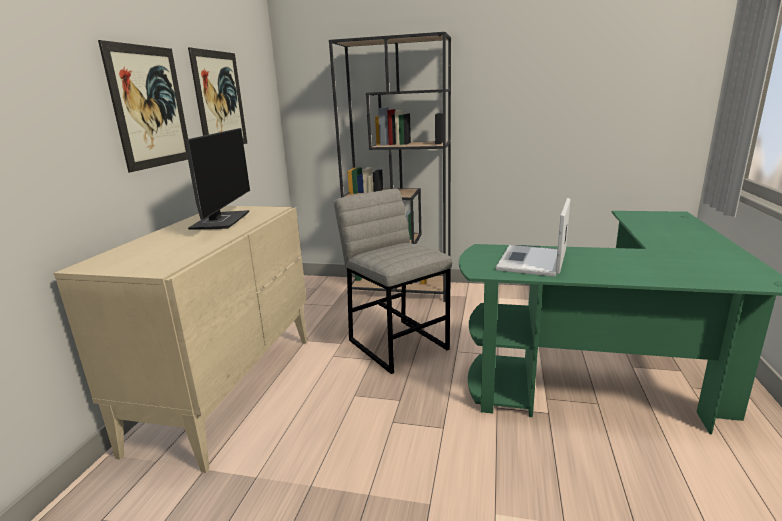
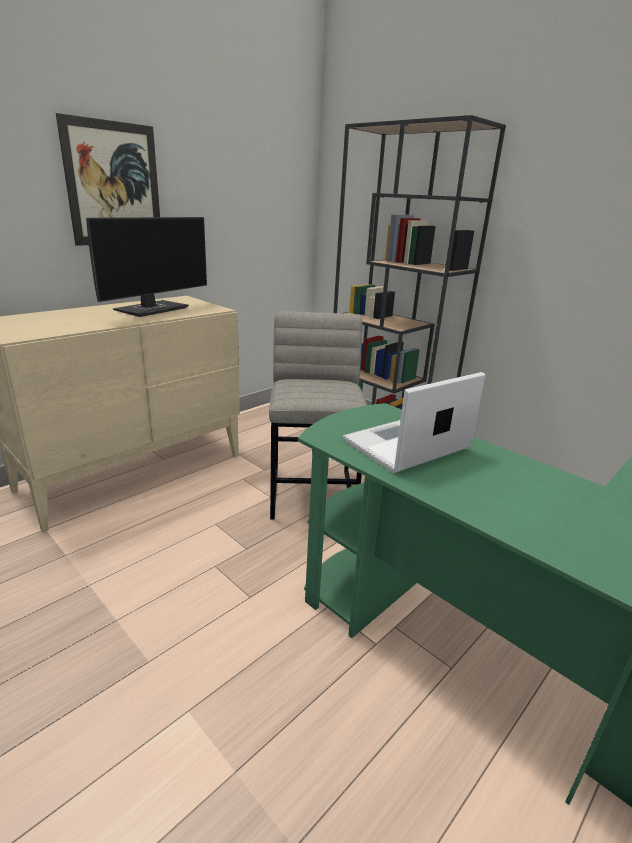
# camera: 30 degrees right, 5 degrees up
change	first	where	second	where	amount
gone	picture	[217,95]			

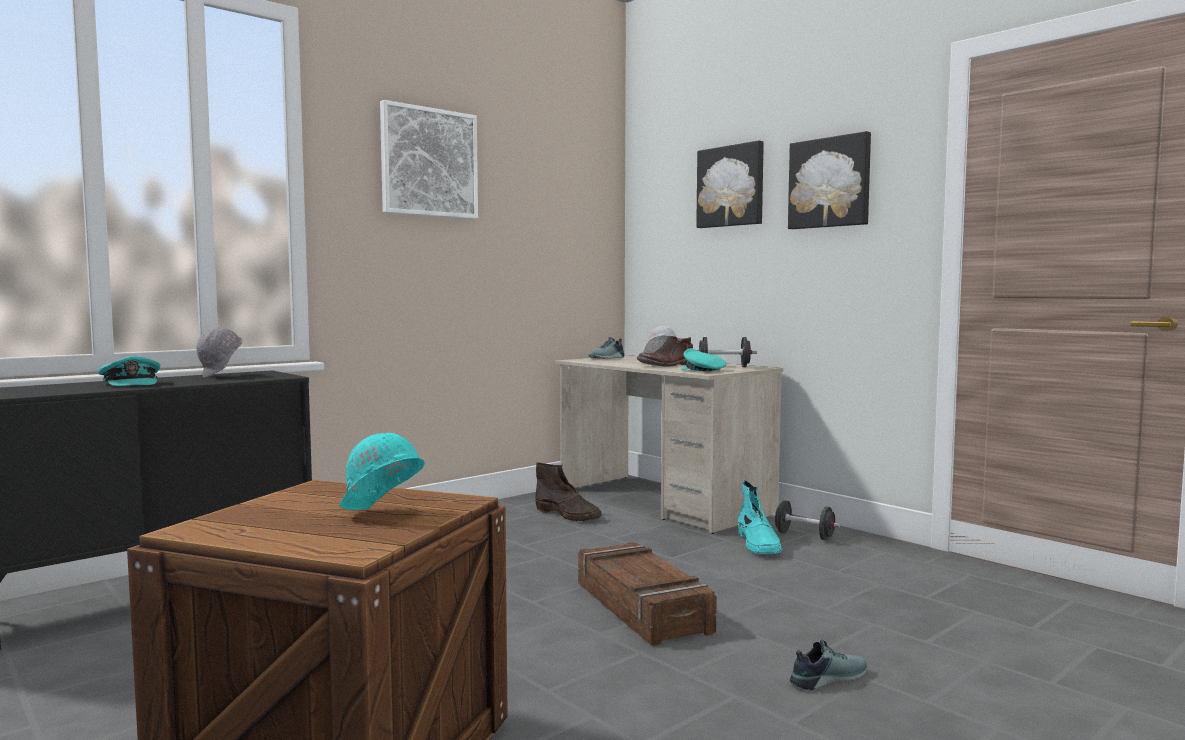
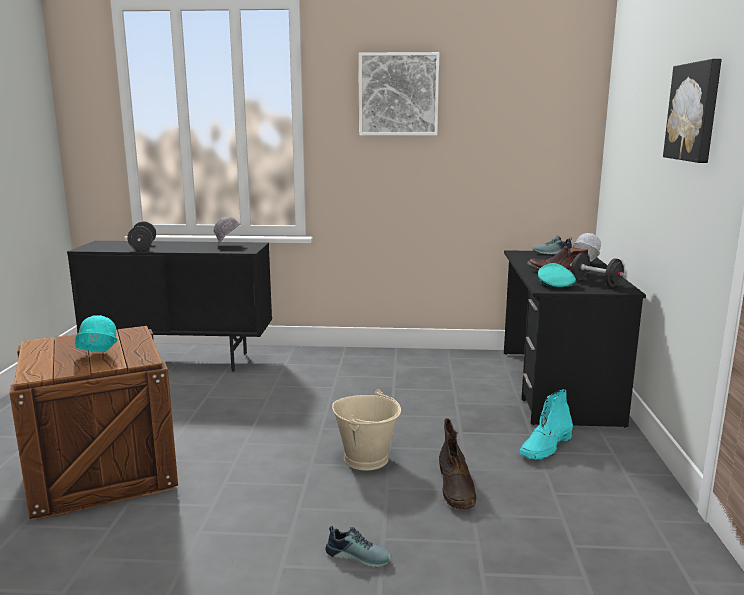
# camera: 45 degrees right, 10 degrees up
change	first	where	second	where	amount
gone	picture	[730,184]			
repainted	sand-coloured desk table	[669,444]	black desk table	[575,339]	
gone	turquoise cap	[129,371]			
shifted	brown-coloured boot	[568,491]		[458,463]	
shifted	black dumbbell	[805,520]		[141,235]	
swapped	crate	[647,594]	sand-coloured bucket	[366,429]	

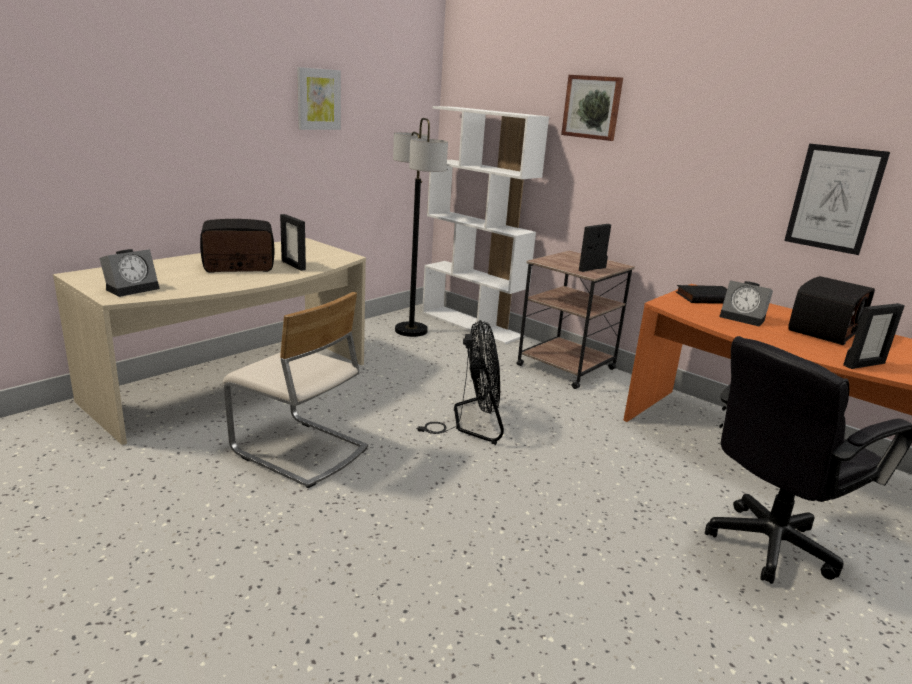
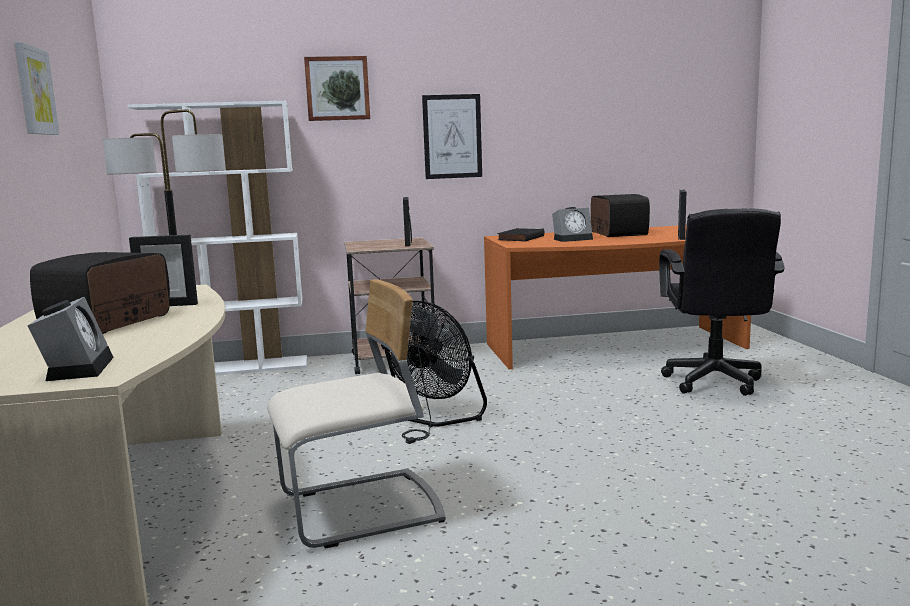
# camera: 50 degrees left, 10 degrees down
change	first	where	second	where	amount
shifted	picture	[837,199]		[452,136]	

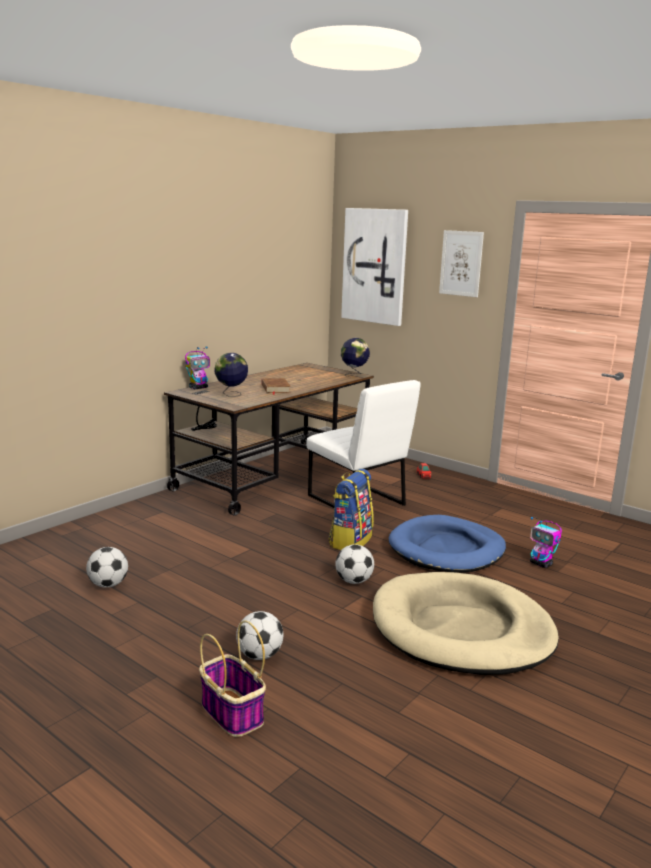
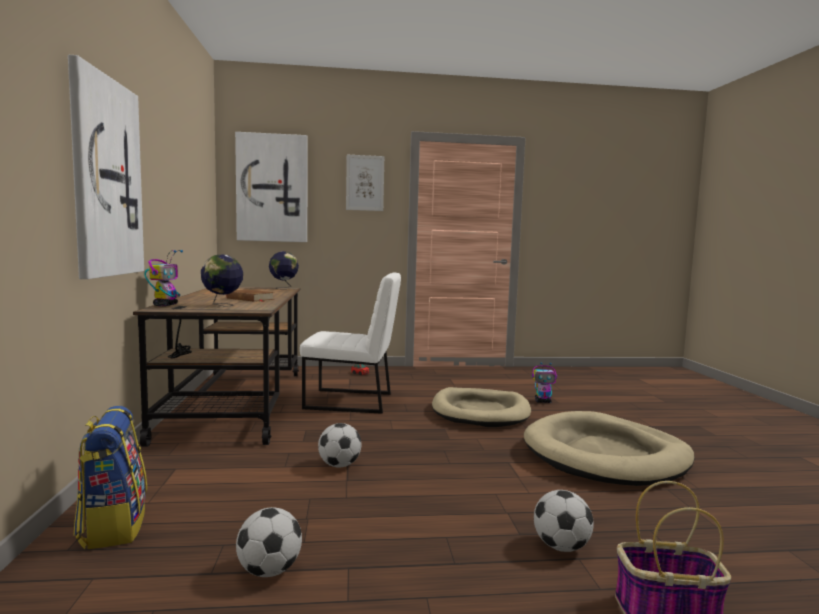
# camera: 45 degrees left, 10 degrees down
change	first	where	second	where	amount
shifted	rucksack	[351,509]		[110,477]	
repainted	bluish dog cushion	[447,543]	sand-coloured dog cushion	[481,407]	
shifted	ball for football	[354,564]		[339,445]	
new			picture	[106,167]	

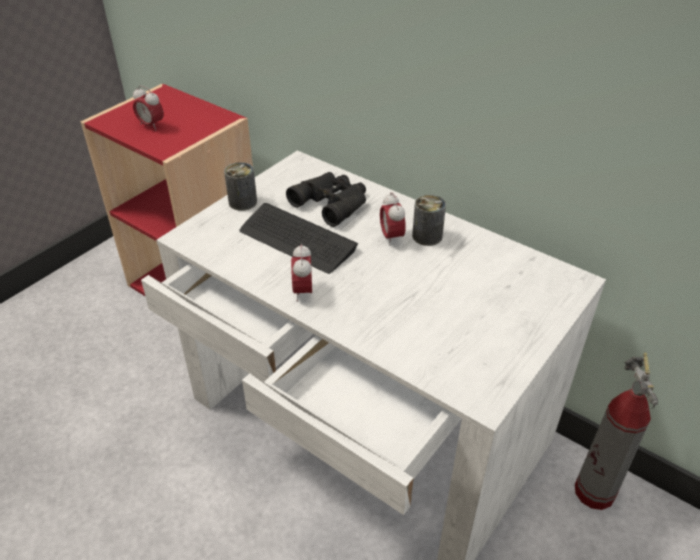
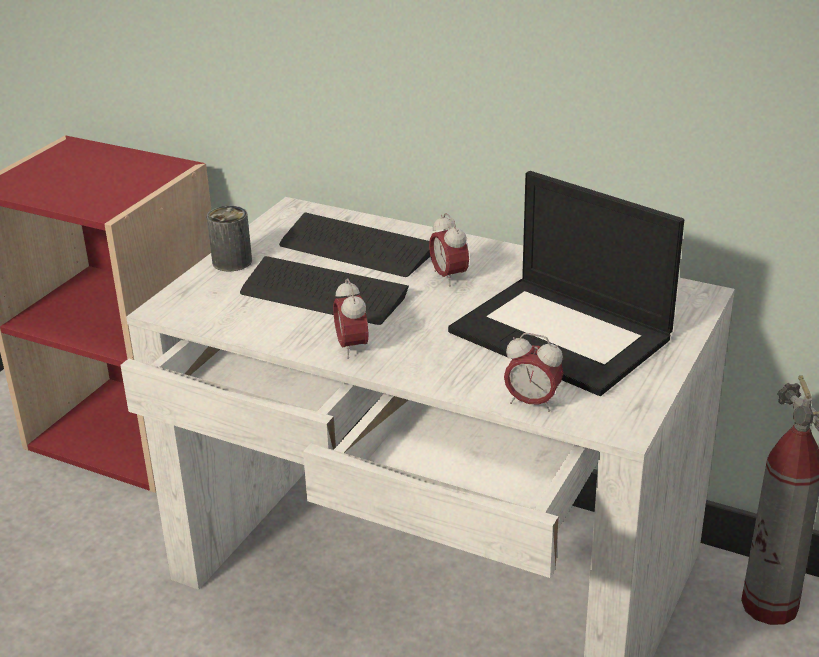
# camera: 10 degrees left, 10 degrees down
change	first	where	second	where	amount
shifted	alarm clock	[148,108]		[533,372]	
swapped	black binoculars	[326,199]	computer keyboard	[354,244]	
gone	metal can	[429,220]			
new			portable computer	[566,283]	

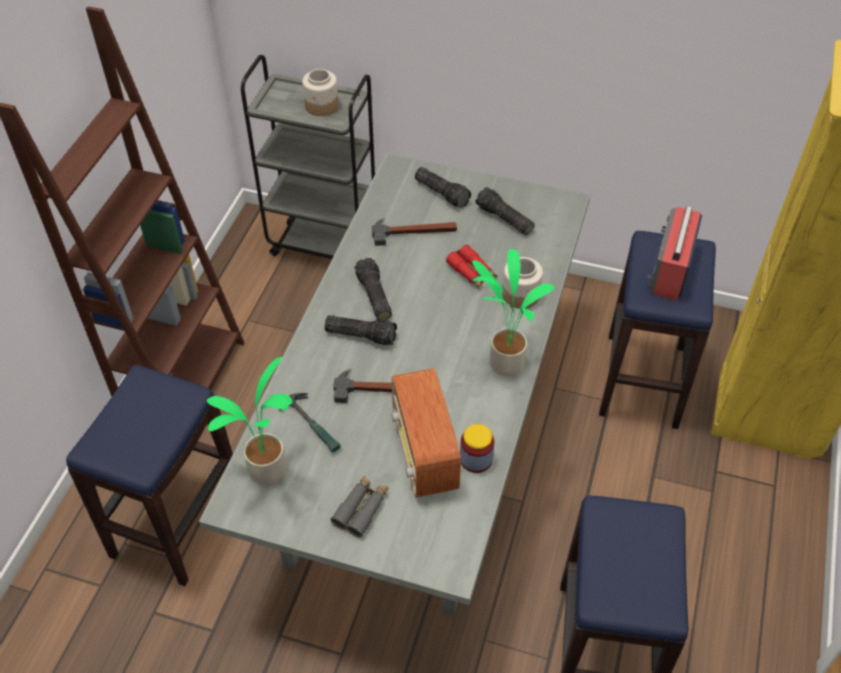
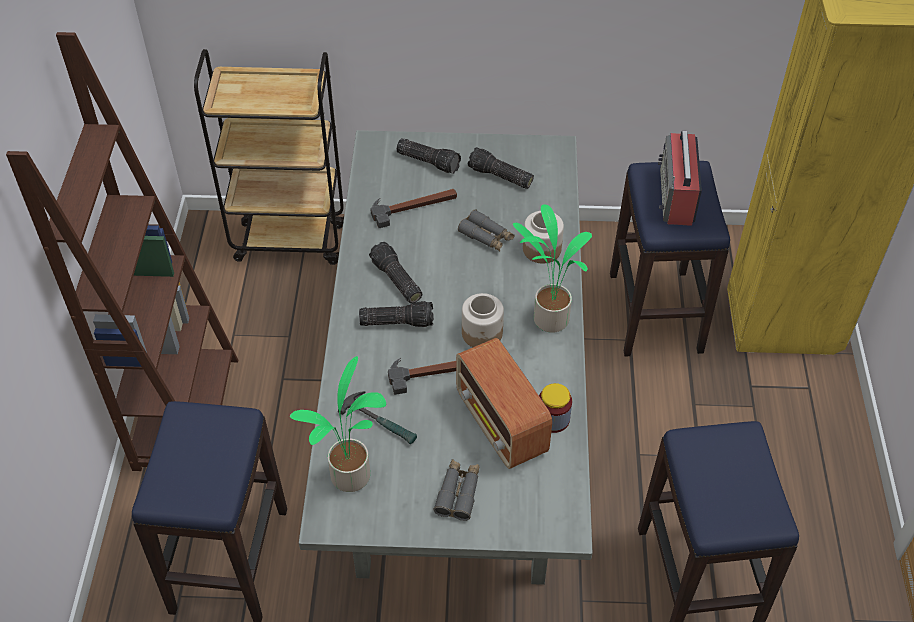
# camera: 15 degrees left, 0 degrees up
change	first	where	second	where	amount
repainted	greyish cart	[308,157]	brown-coloured cart	[269,157]	
shifted	storage jar	[320,92]		[483,320]	
repainted	red-coloured binoculars	[471,267]	greyish binoculars	[486,230]	

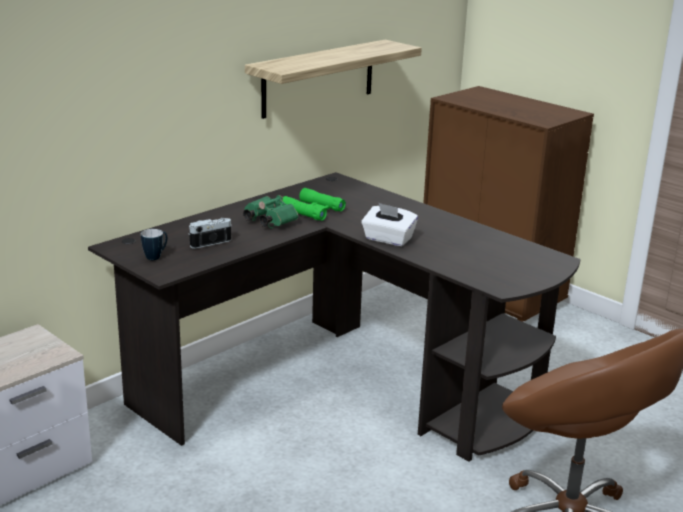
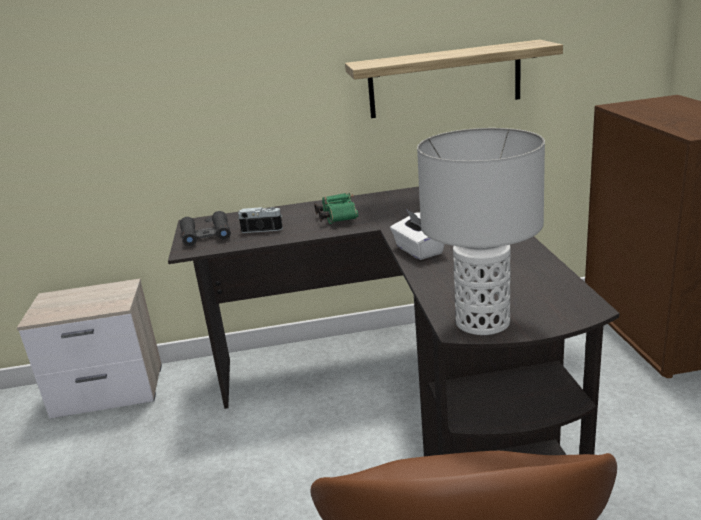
# camera: 40 degrees right, 0 degrees up
change	first	where	second	where	amount
gone	green binoculars	[313,204]			
swapped	mug	[154,244]	black binoculars	[205,228]	
new			whitish table lamp	[481,231]	

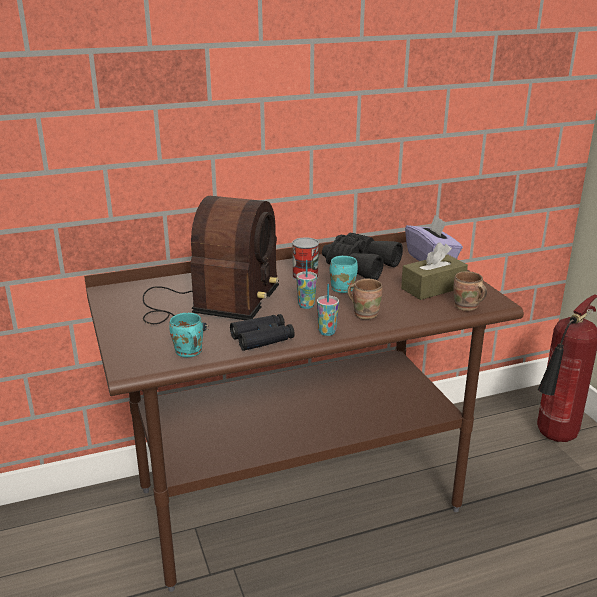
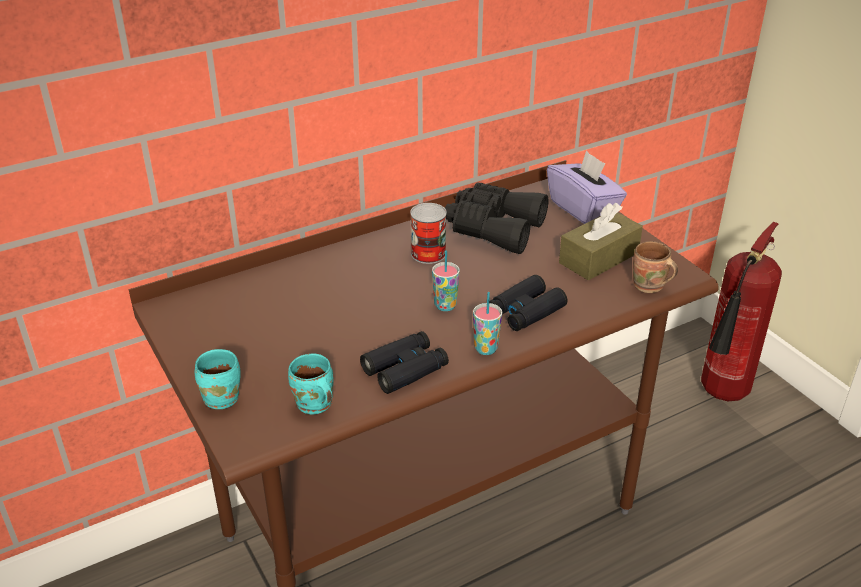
# camera: 10 degrees left, 10 degrees up
change	first	where	second	where	amount
gone	radio	[211,263]			
shifted	turquoise mug	[344,274]		[218,379]	
swapped	brown-coloured mug	[365,298]	black binoculars	[528,303]	

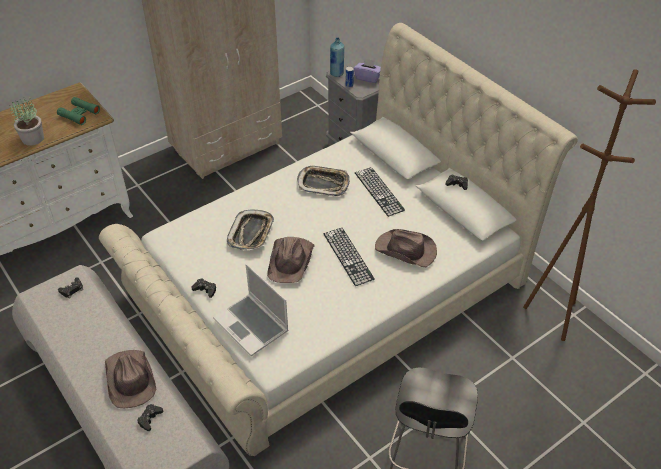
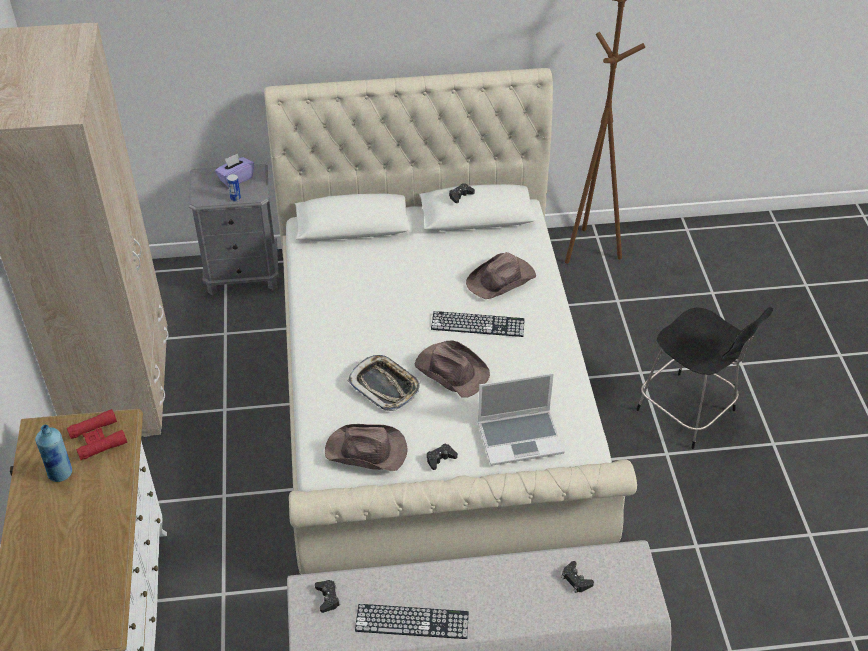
# camera: 60 degrees left, 0 degrees up
change	first	where	second	where	amount
shifted	bluish drink bottle	[337,57]		[53,453]	
repainted	green binoculars	[78,111]	red-coloured binoculars	[97,434]	
gone	houseplant	[27,122]			
gone	serving tray	[323,181]			
shifted	computer keyboard	[380,192]		[412,621]	
shifted	brown-coloured wearable hat	[130,379]		[366,447]	

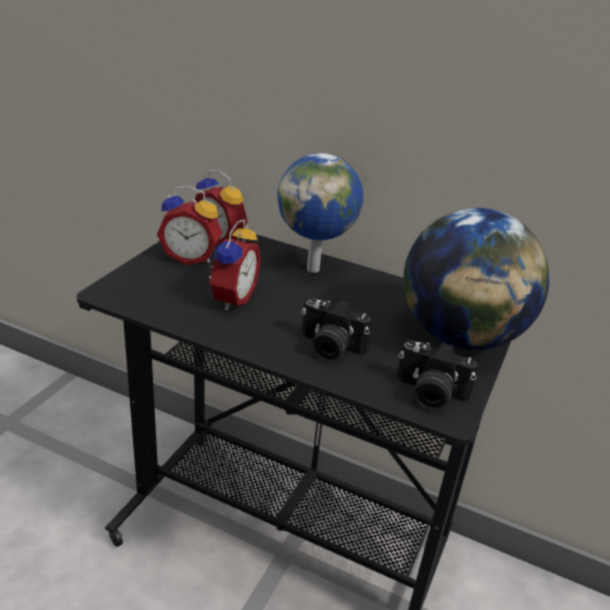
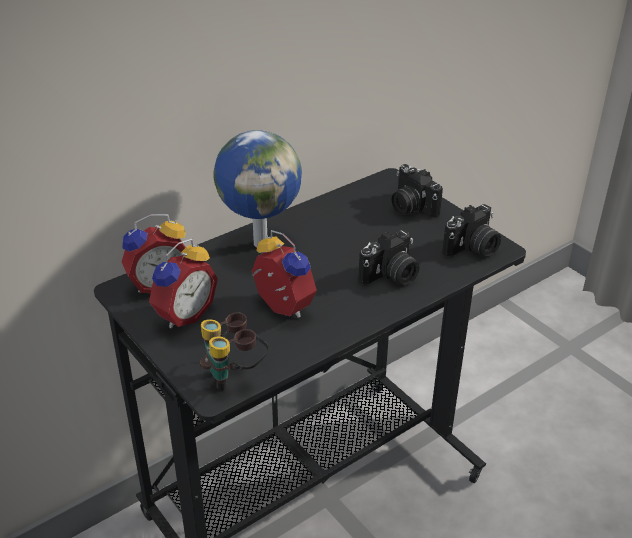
# camera: 60 degrees left, 5 degrees up
change	first	where	second	where	amount
swapped	desk globe	[476,279]	still camera	[417,190]	
new			binoculars	[234,351]	

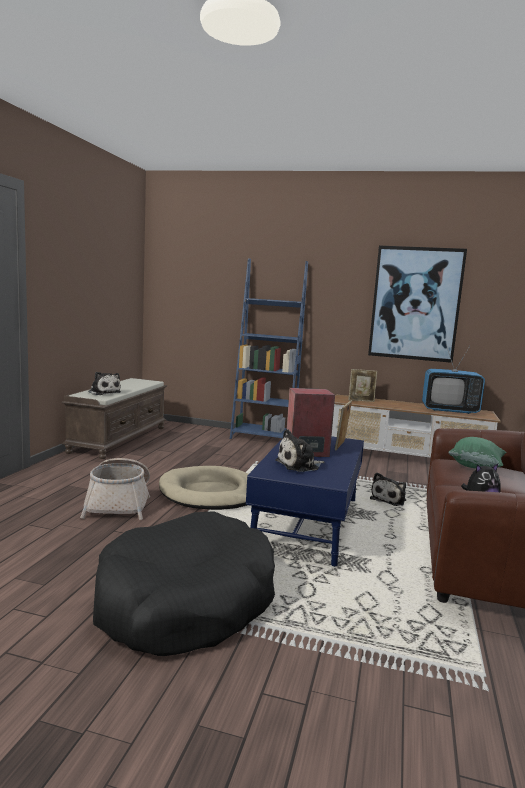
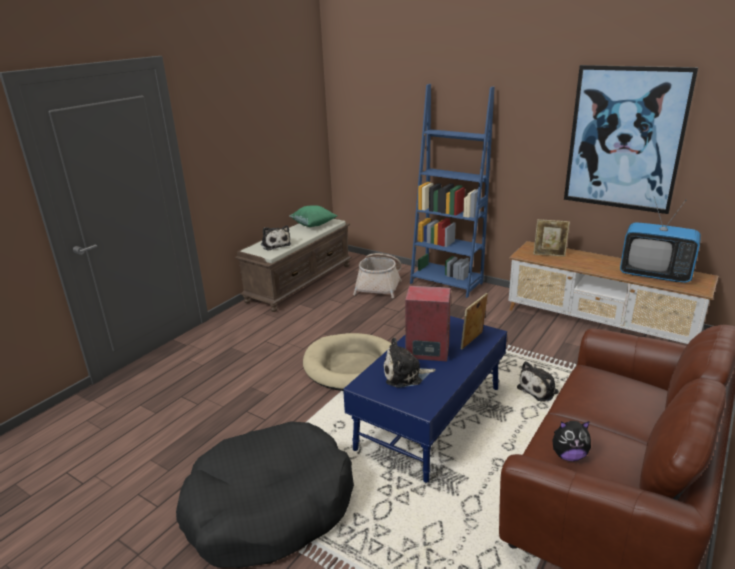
# camera: 20 degrees right, 15 degrees up
change	first	where	second	where	amount
shifted	green pillow	[477,453]		[314,216]	
shifted	basket	[115,489]		[377,275]	

